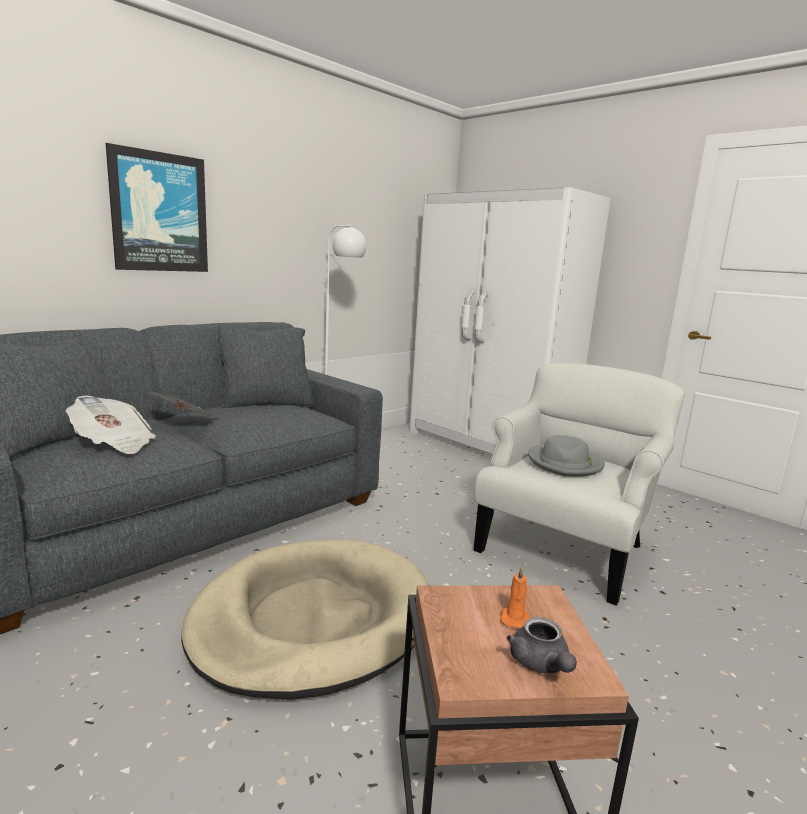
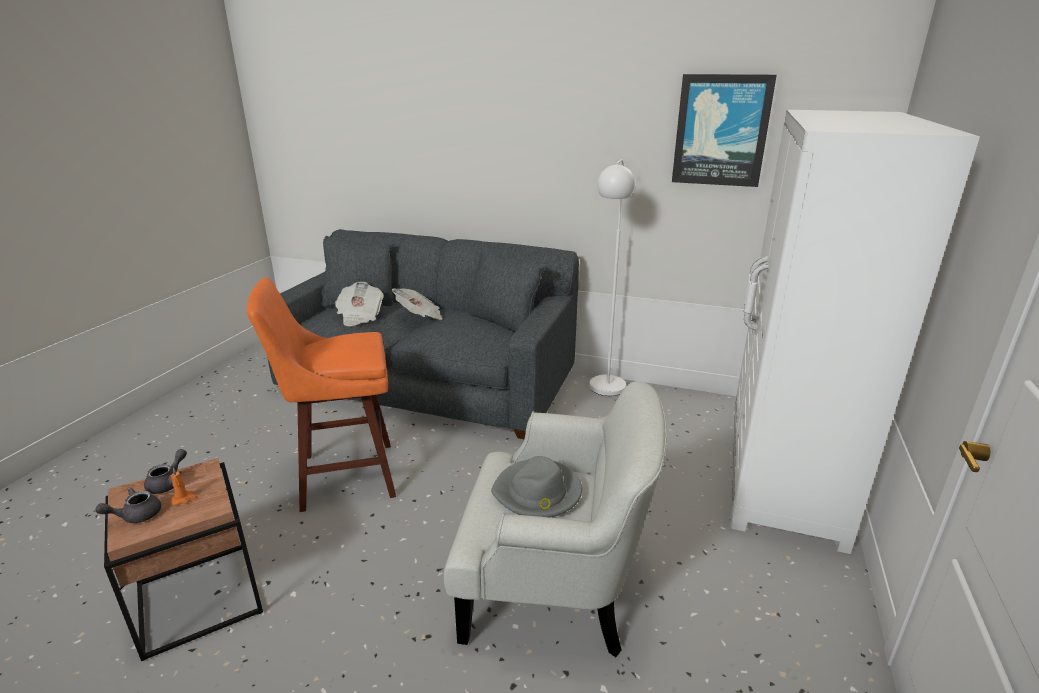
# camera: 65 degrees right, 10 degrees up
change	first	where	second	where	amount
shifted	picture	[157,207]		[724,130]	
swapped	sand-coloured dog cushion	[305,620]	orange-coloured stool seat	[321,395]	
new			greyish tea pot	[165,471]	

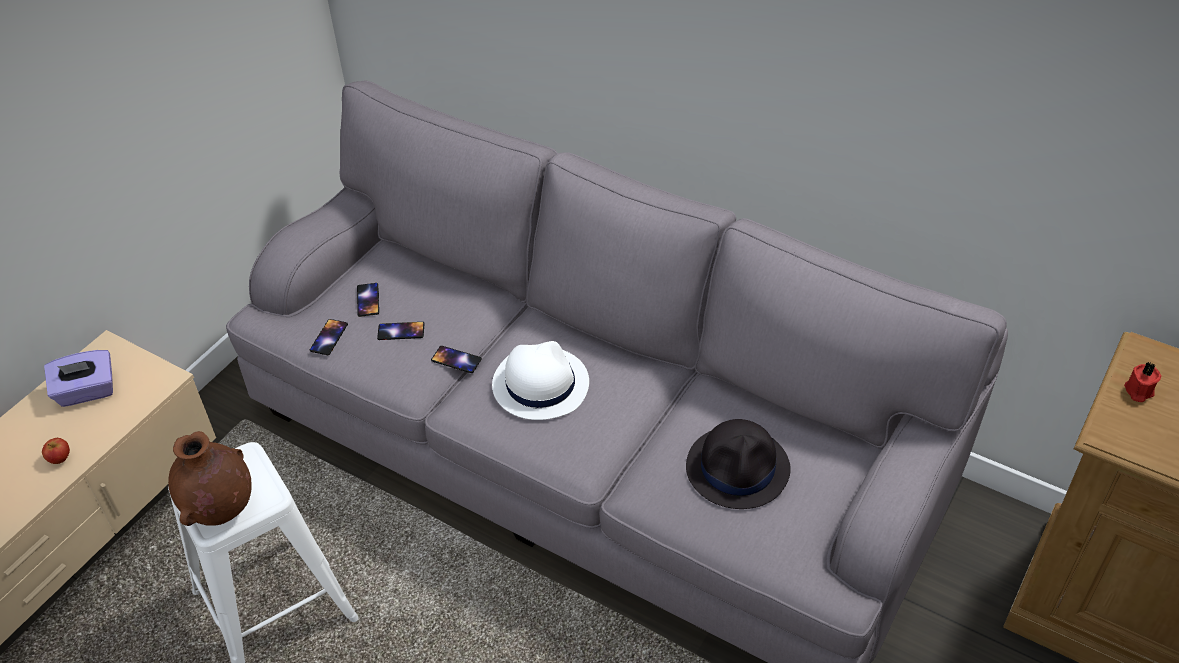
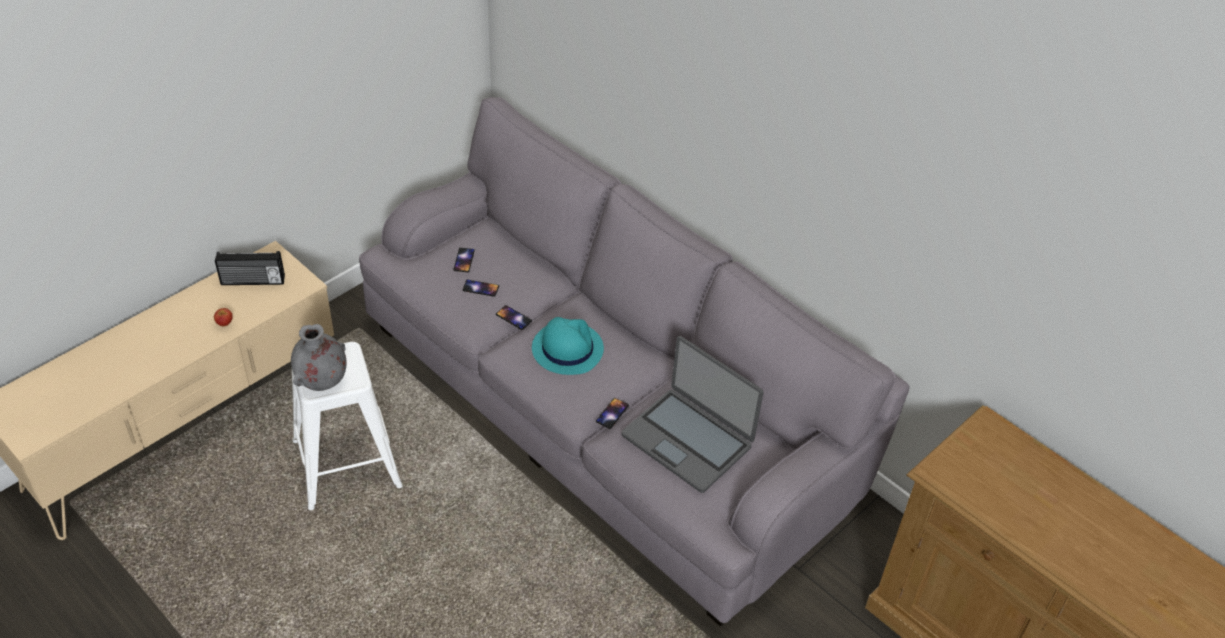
# camera: 10 degrees right, 0 degrees up
change	first	where	second	where	amount
shifted	handset	[329,337]		[612,413]	
repainted	whitish wearable hat	[540,380]	turquoise wearable hat	[568,346]	
swapped	purple-coloured box of tissues	[78,378]	radio	[250,268]	
gone	red-coloured wax candle	[1142,382]			
swapped	black wearable hat	[738,464]	portable computer	[693,414]	
repainted	brown-coloured decorative vase	[210,478]	greyish decorative vase	[319,357]	

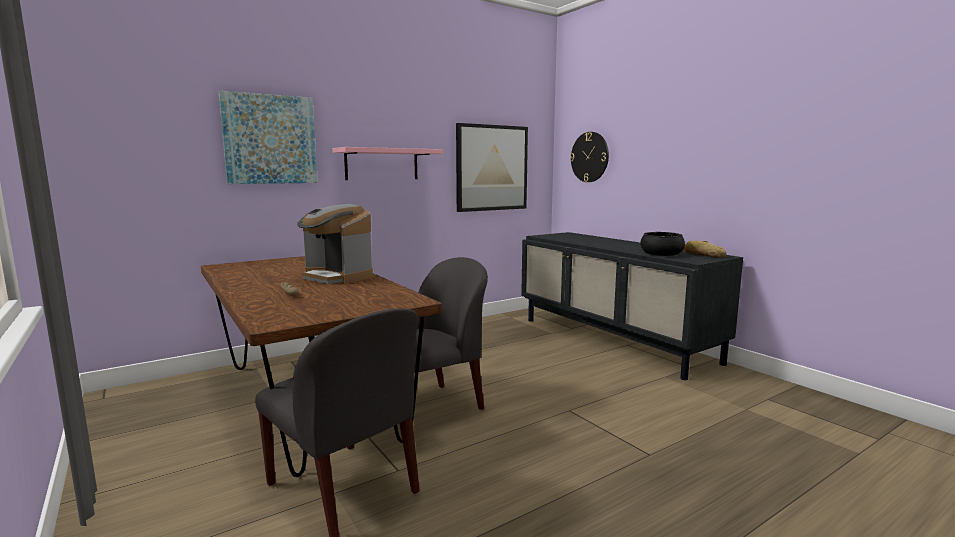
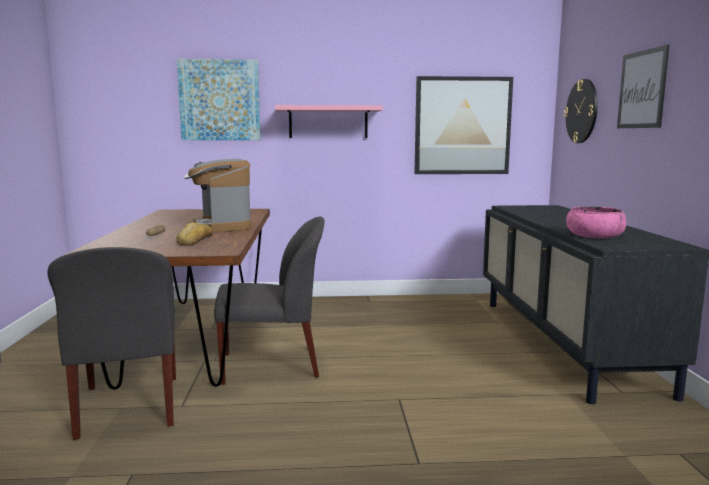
# camera: 30 degrees right, 0 degrees up
change	first	where	second	where	amount
repainted	black deep dish	[662,244]	pink deep dish	[596,222]	
shifted	bread	[705,249]		[194,234]	
new			picture	[643,86]	

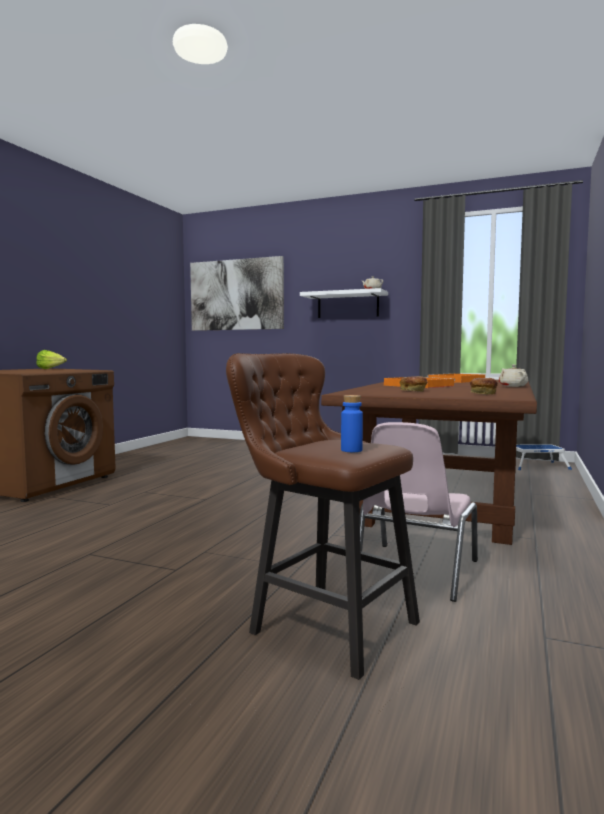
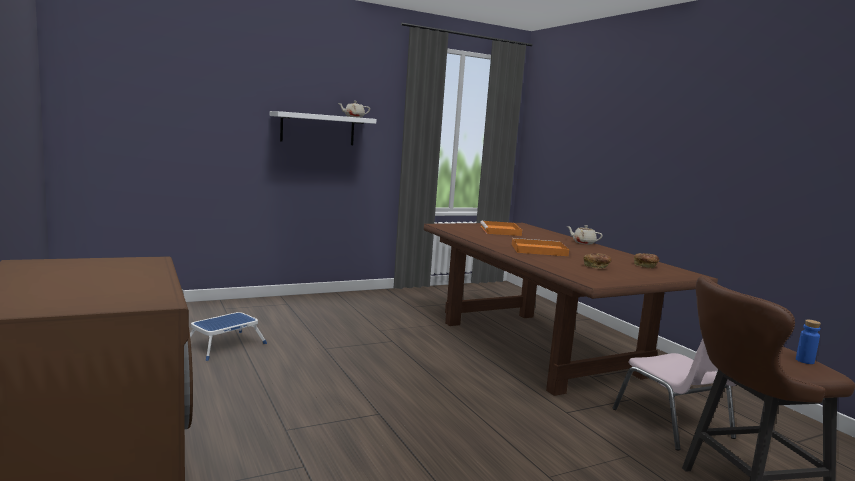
# camera: 50 degrees left, 5 degrees up
change	first	where	second	where	amount
gone	picture	[237,293]			
gone	head of lettuce	[51,359]			
shifted	bluish step ladder	[544,457]		[228,336]	

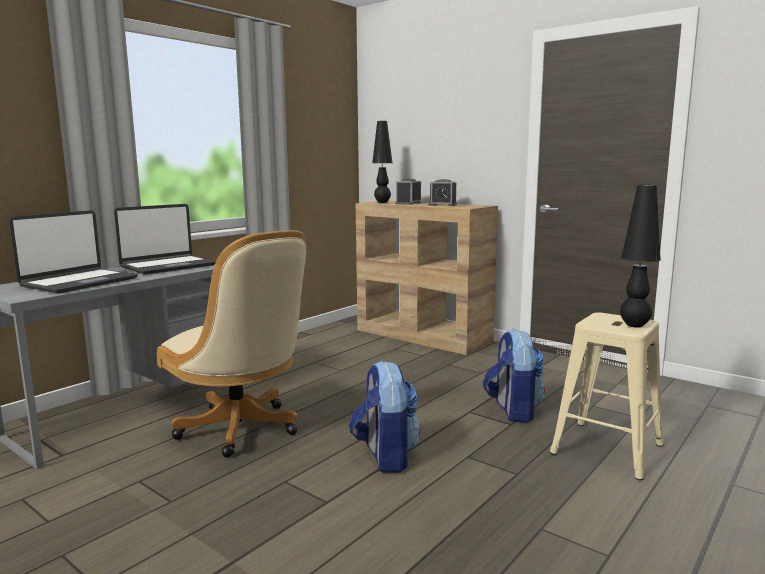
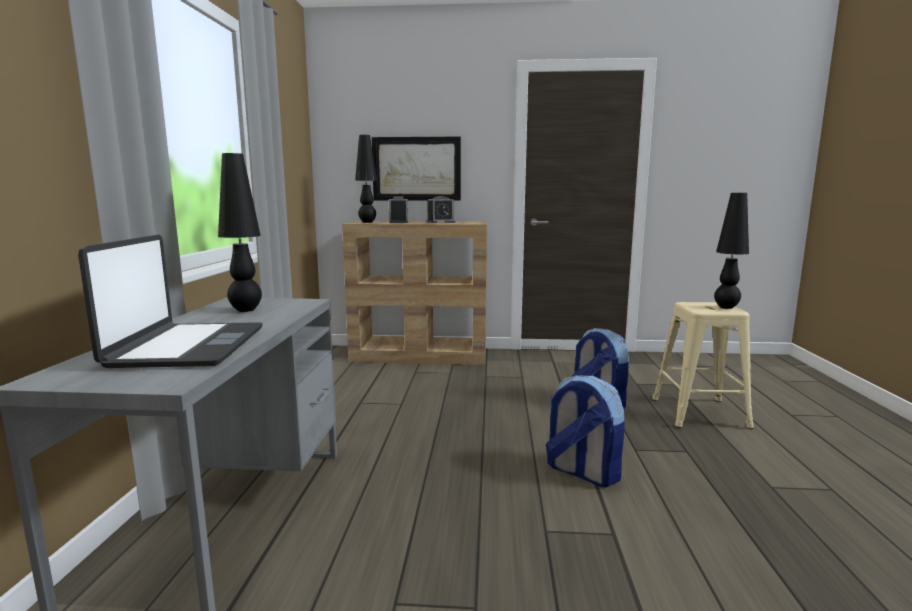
# camera: 35 degrees left, 0 degrees up
change	first	where	second	where	amount
swapped	portable computer	[165,239]	black table lamp	[240,232]	
gone	sand-coloured computer chair	[231,344]			
new			picture	[416,169]	

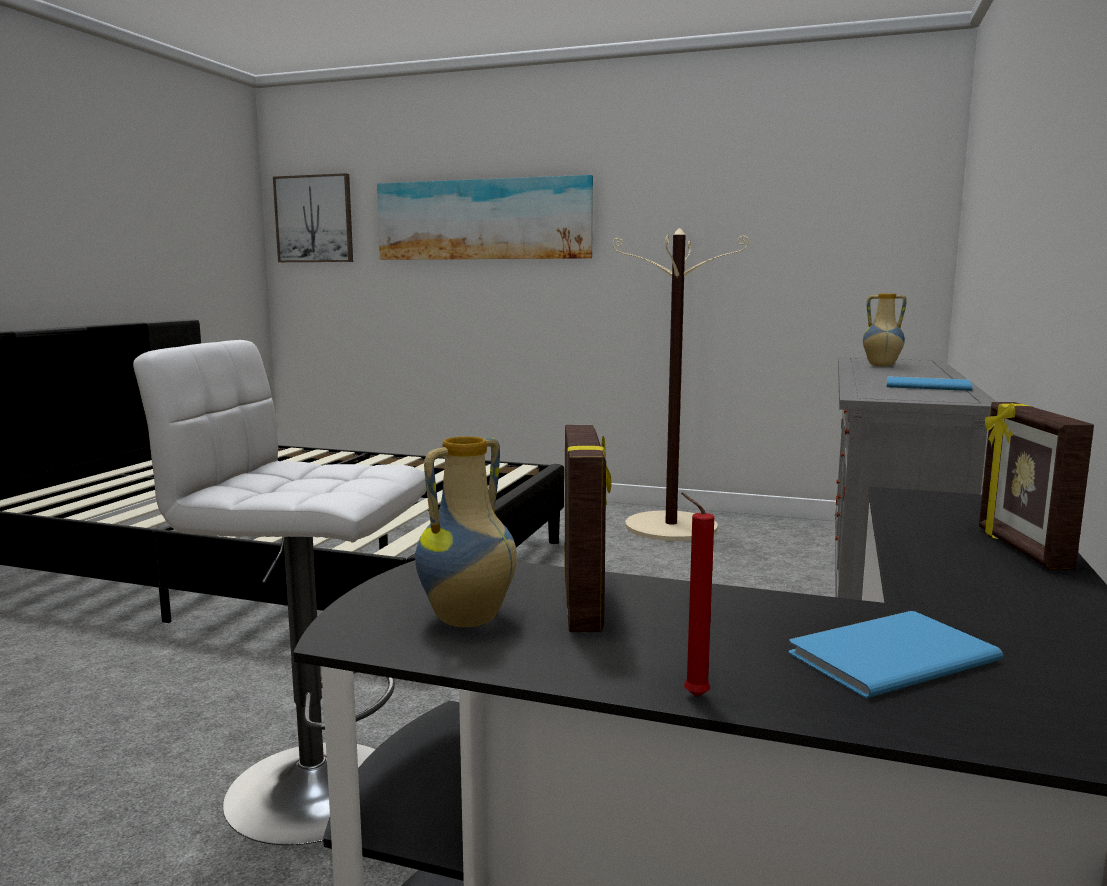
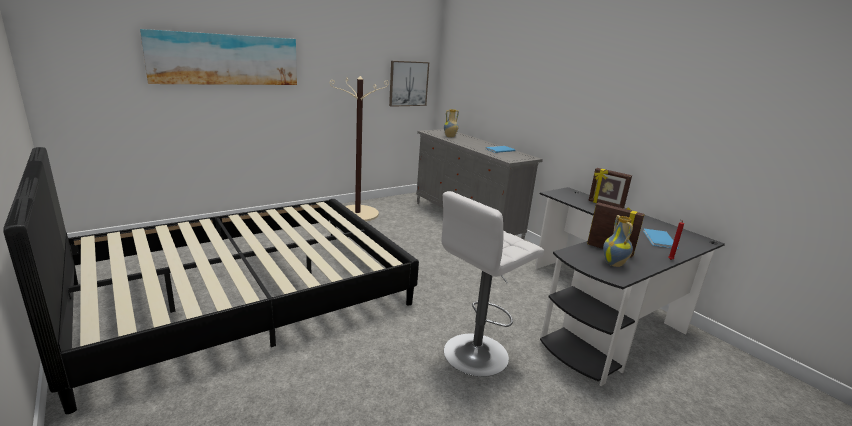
# camera: 55 degrees left, 10 degrees up
change	first	where	second	where	amount
shifted	picture	[313,217]		[409,84]	

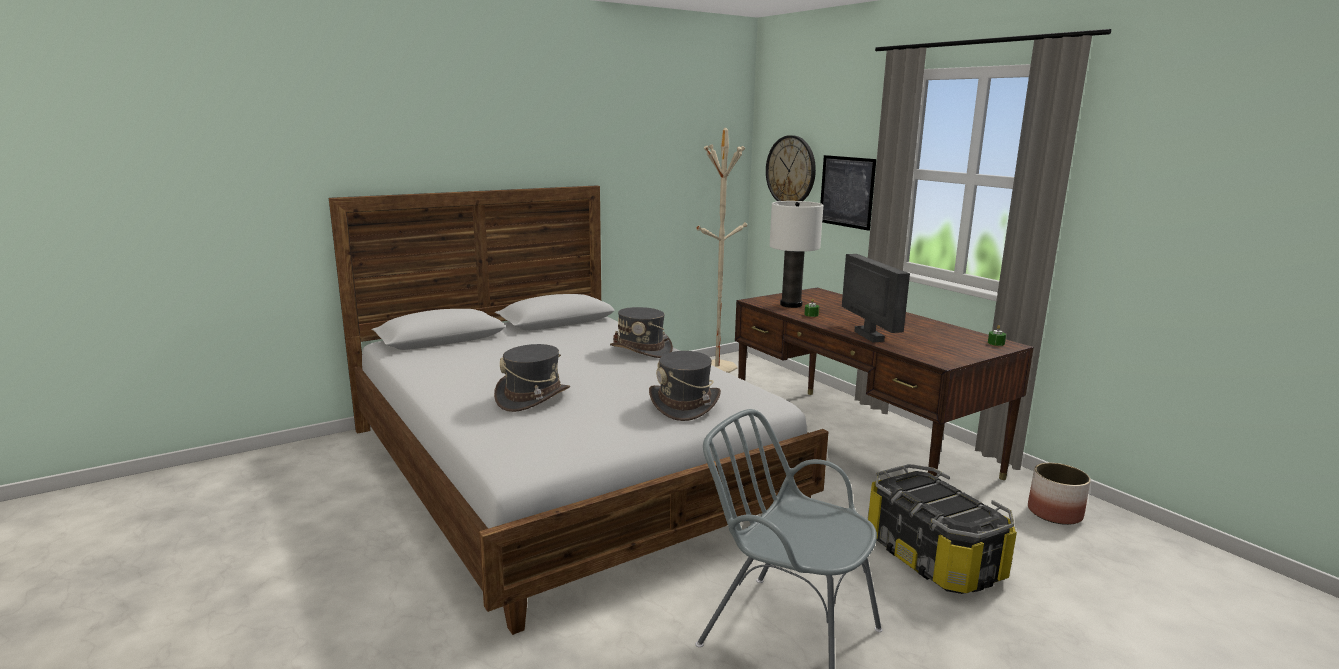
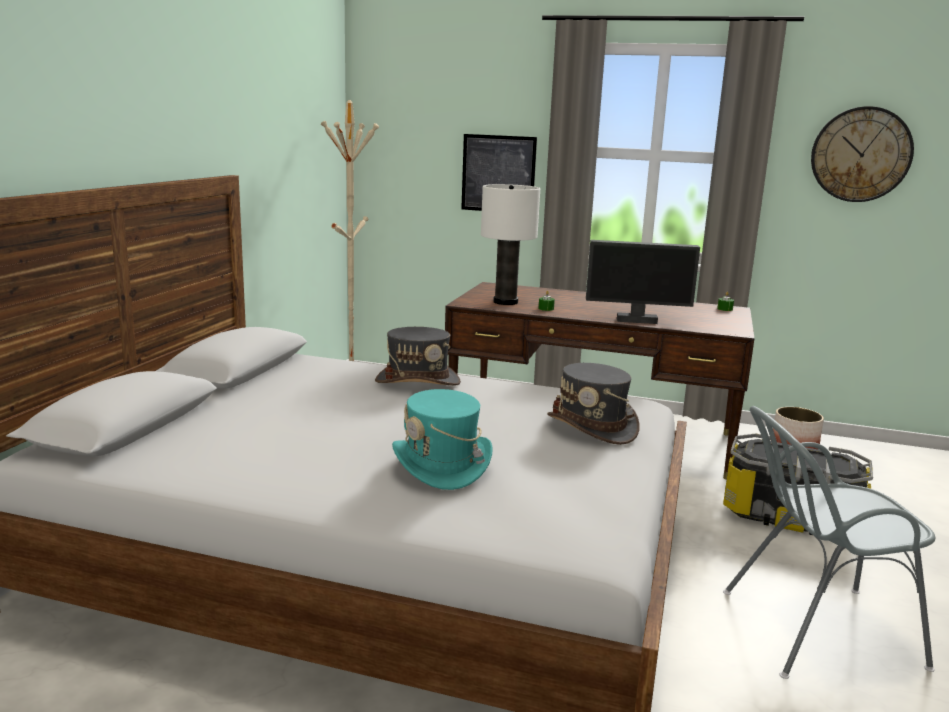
# camera: 40 degrees left, 0 degrees up
change	first	where	second	where	amount
shifted	hanging clock	[791,168]		[862,154]	
rotated	computer display	[876,298]		[643,282]	150 degrees clockwise
repainted	greyish wearable hat	[532,378]	turquoise wearable hat	[442,439]	

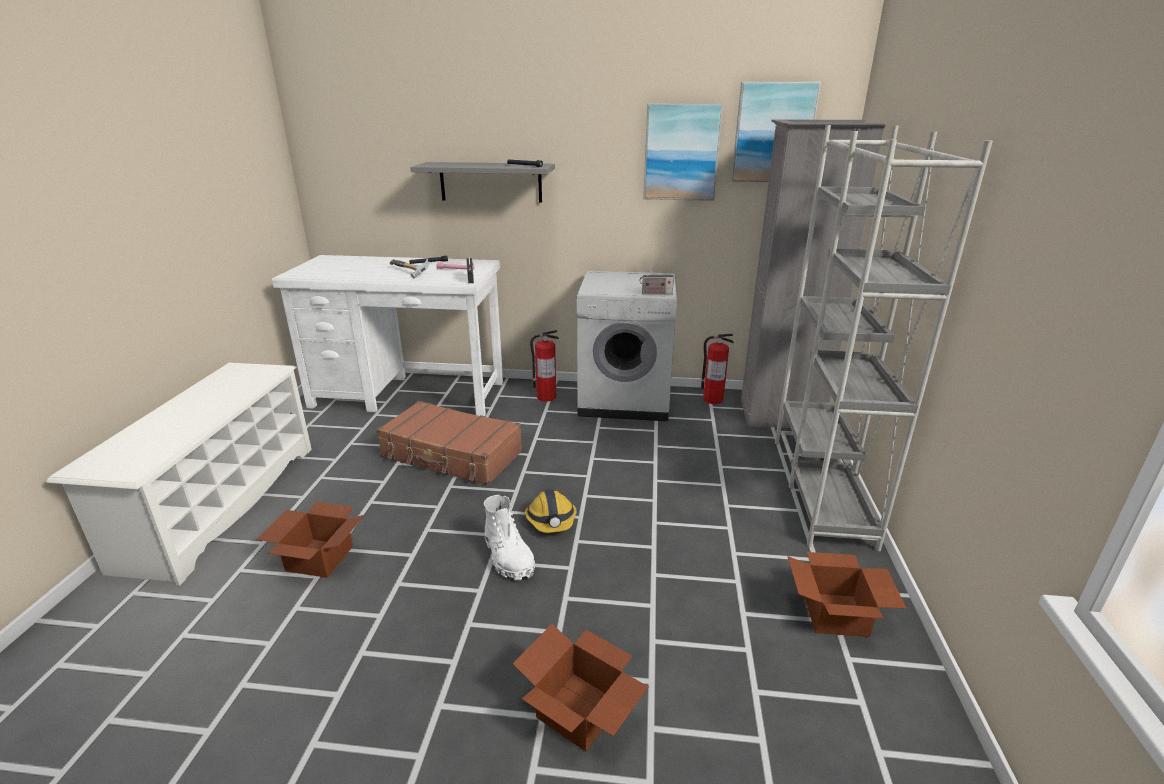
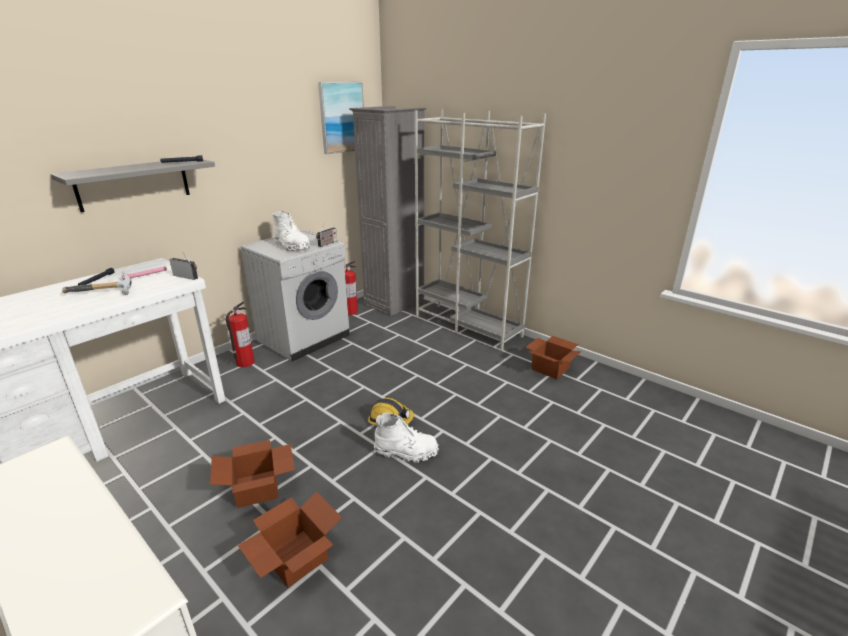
# camera: 55 degrees left, 0 degrees up
change	first	where	second	where	amount
gone	picture	[683,152]			
gone	brown-coloured suitcase	[449,443]			
shifted	packing box	[581,687]		[252,474]	
new			whitish boot	[291,231]	

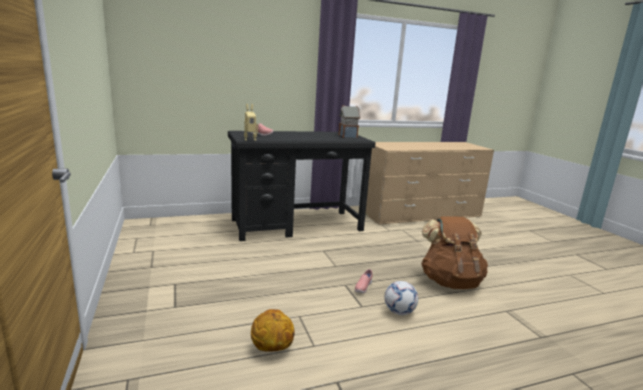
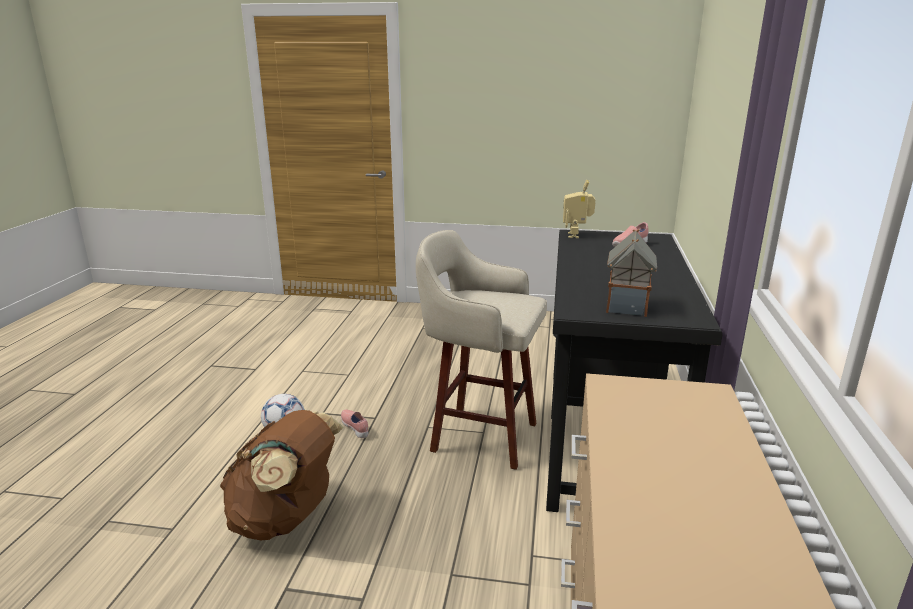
# camera: 120 degrees right, 5 degrees up
change	first	where	second	where	amount
gone	ball for basketball	[273,330]			
new			sand-coloured stool seat	[481,350]	

